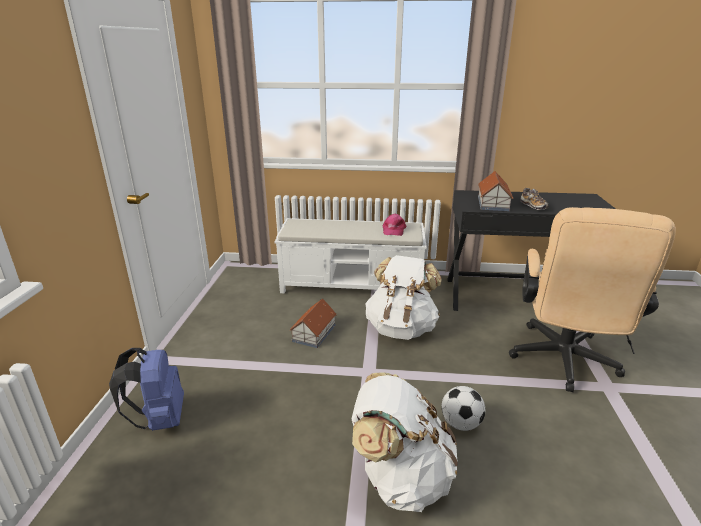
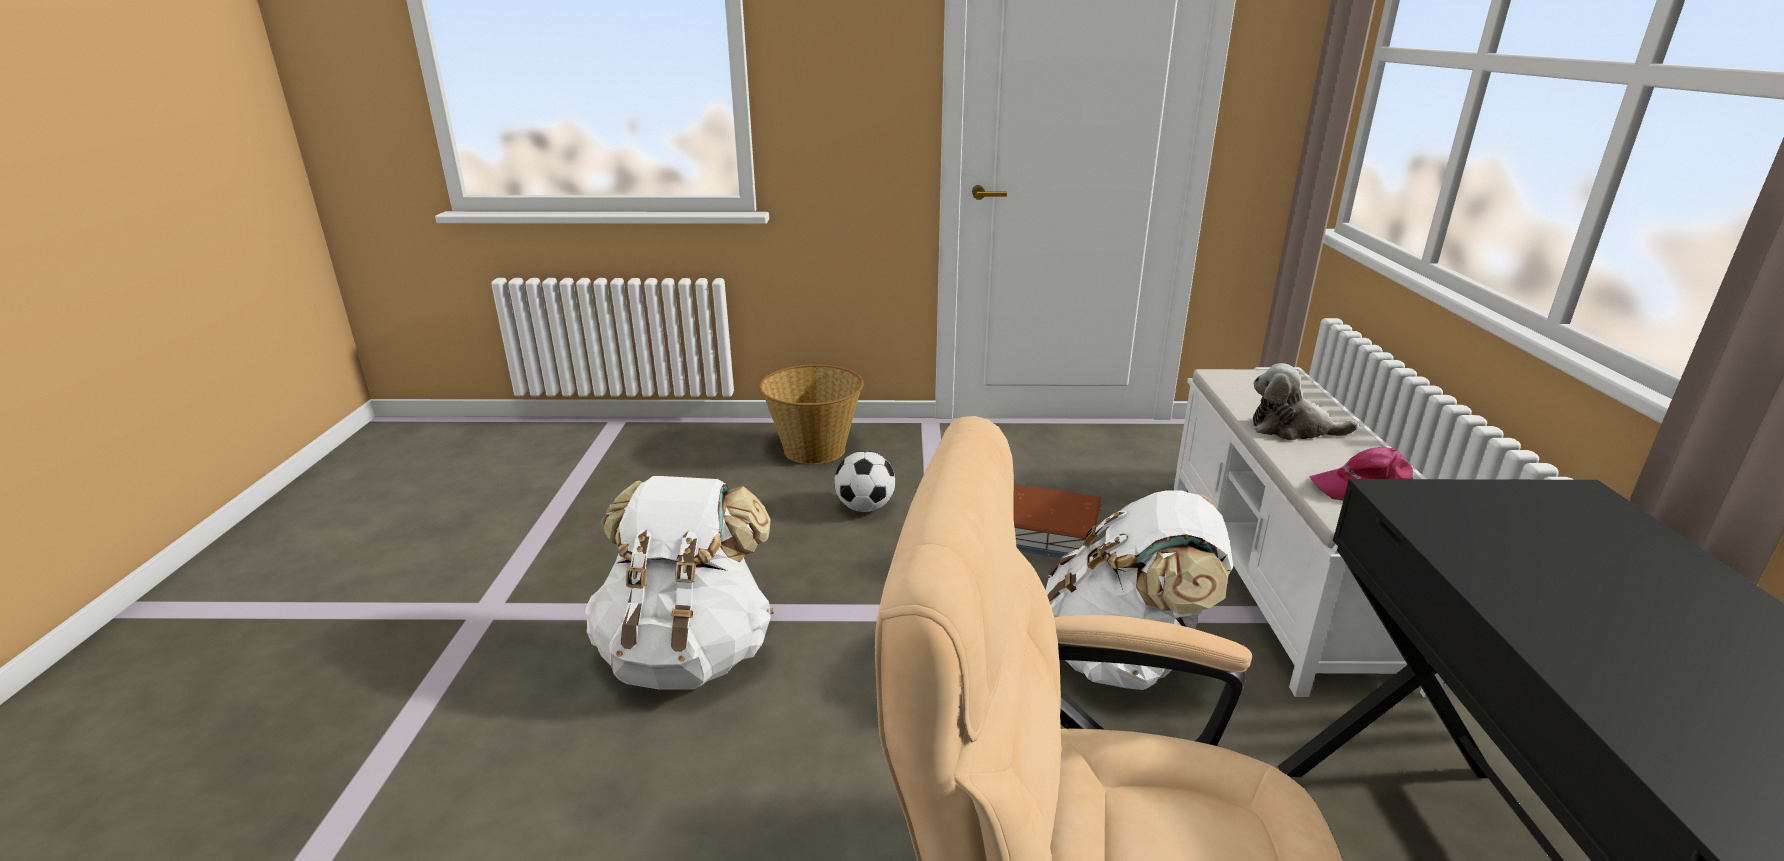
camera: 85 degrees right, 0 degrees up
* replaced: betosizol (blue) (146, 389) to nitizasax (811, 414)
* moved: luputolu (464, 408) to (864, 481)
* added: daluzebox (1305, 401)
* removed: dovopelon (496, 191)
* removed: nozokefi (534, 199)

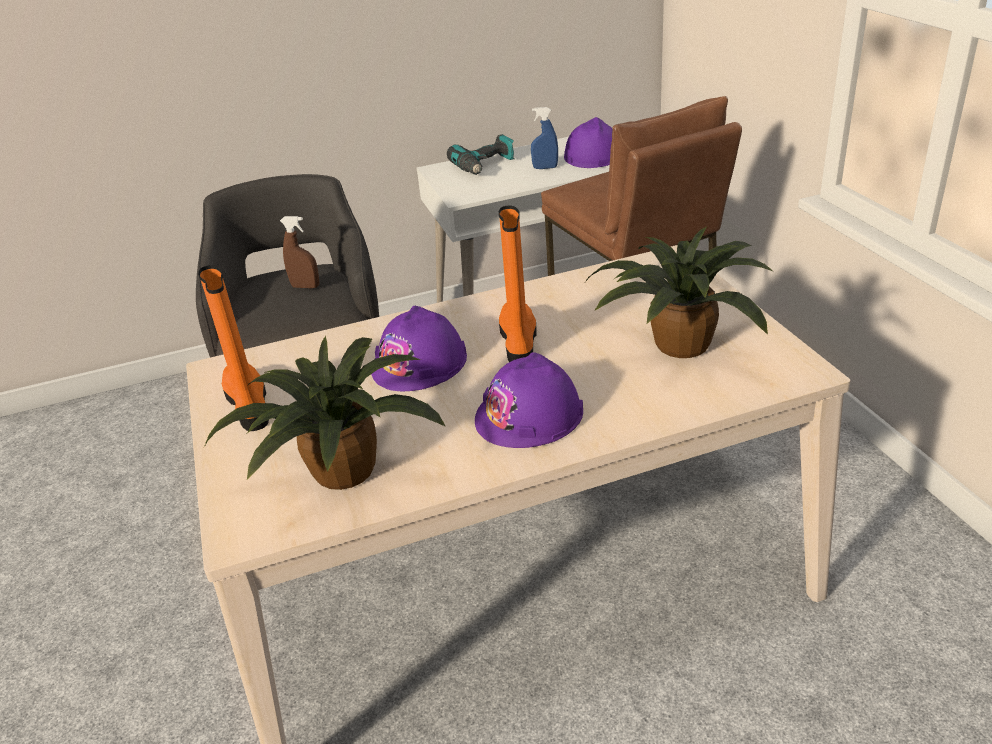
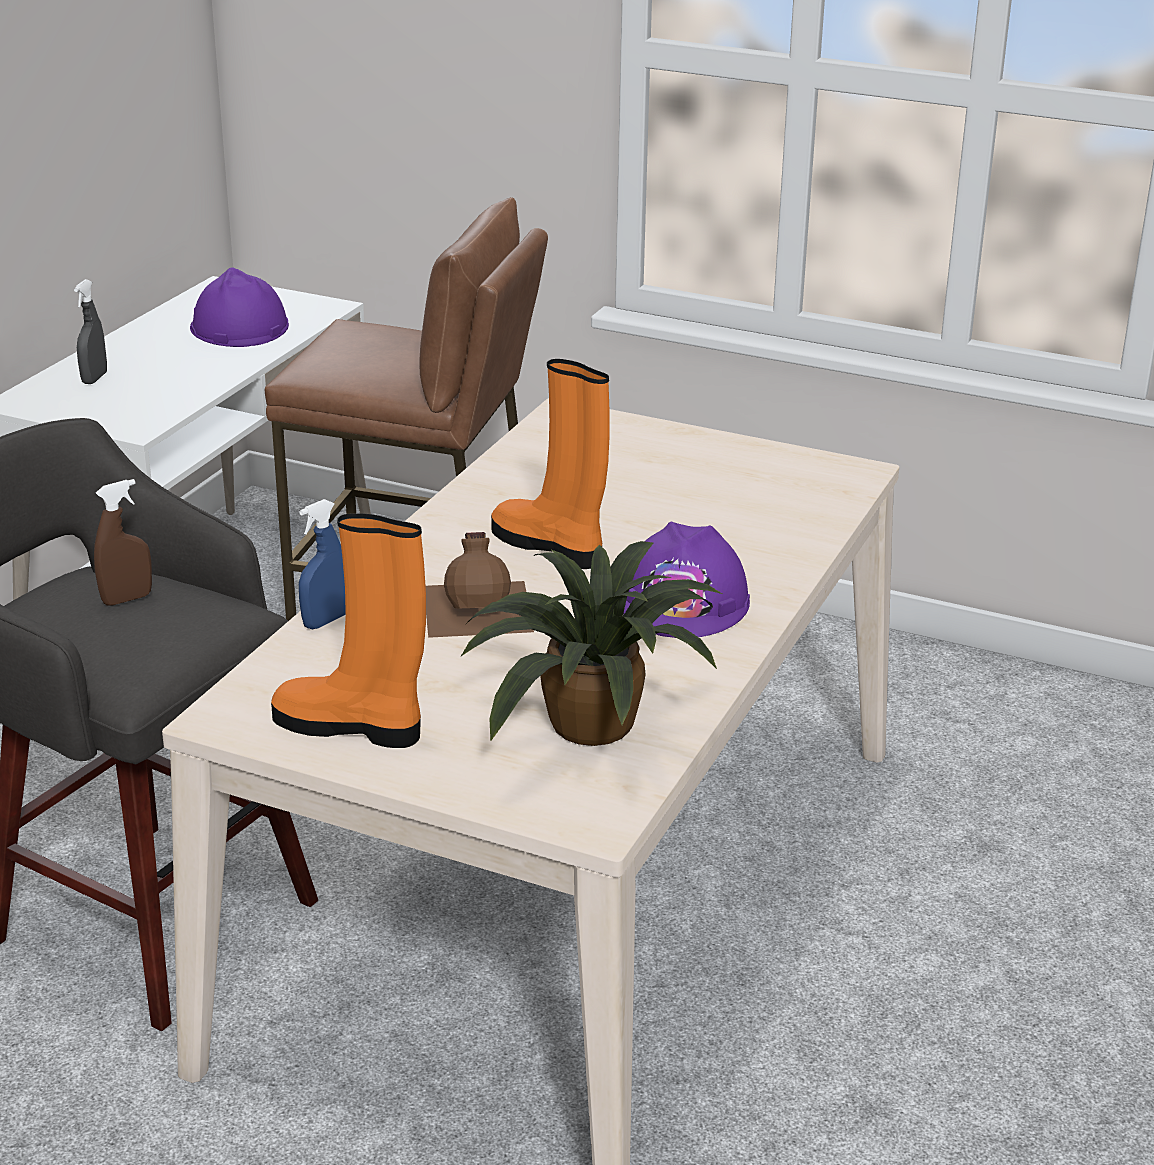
camera: 50 degrees left, 5 degrees down
* replaced: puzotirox (480, 154) to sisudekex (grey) (90, 331)
* moved: sisudekex (blue) (544, 138) to (322, 564)
* replaced: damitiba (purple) (419, 348) to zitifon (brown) (480, 585)
* removed: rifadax (679, 292)

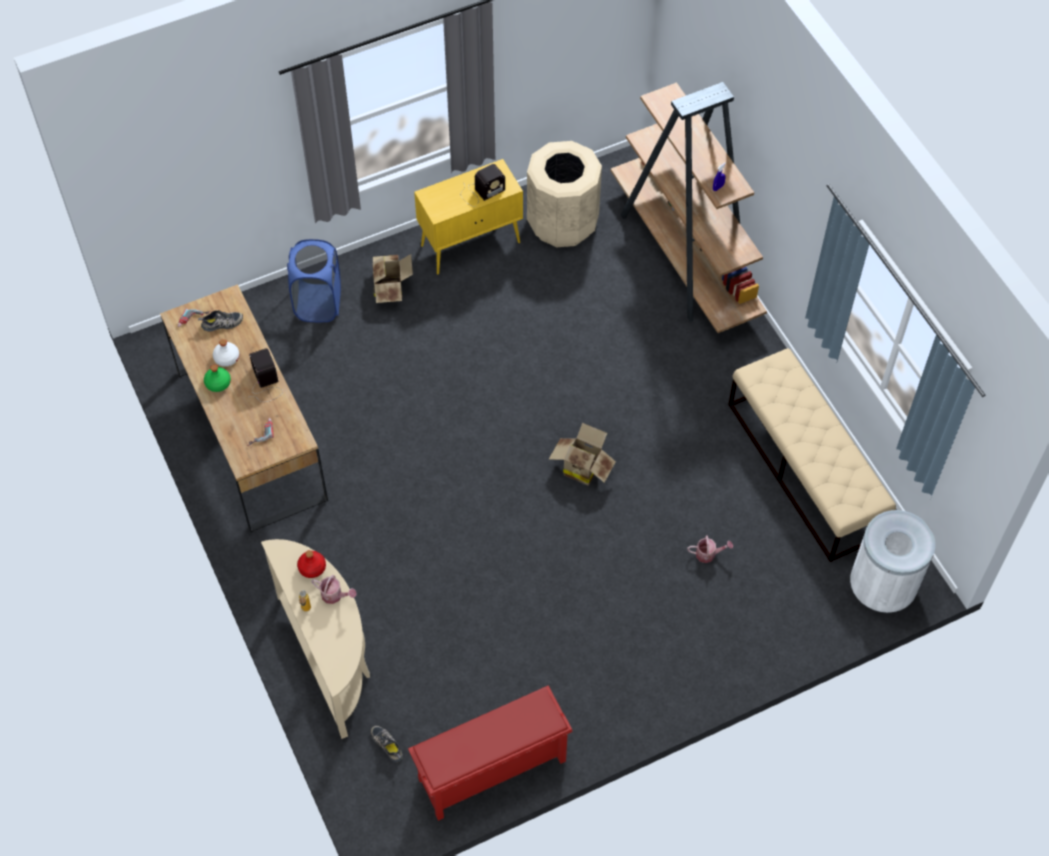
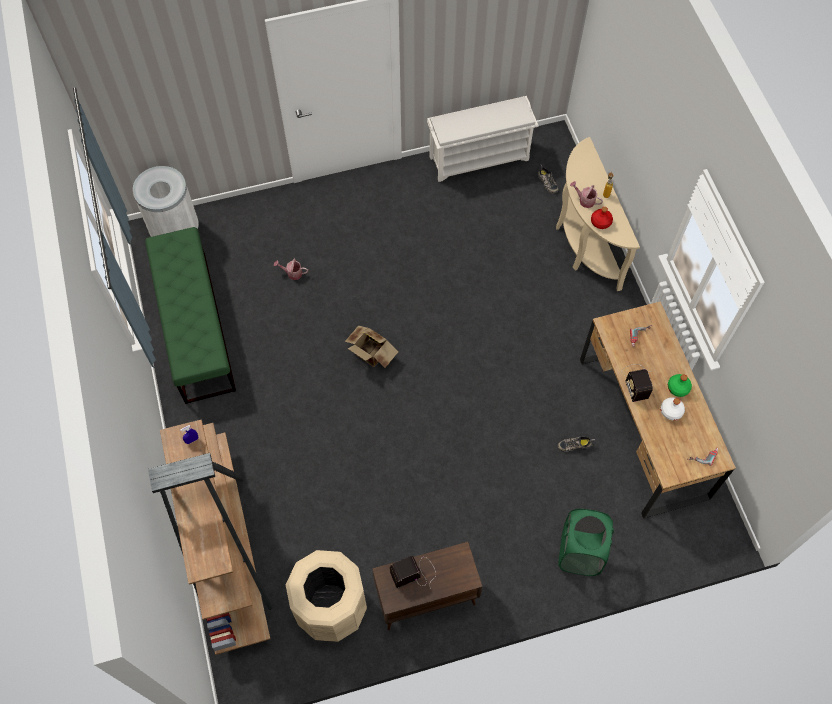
camera: 170 degrees left, 5 degrees up
* recoloured: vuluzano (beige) (812, 455) to vuluzano (green) (190, 315)
* recoloured: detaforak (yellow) (468, 216) to detaforak (brown) (427, 586)
* recoloured: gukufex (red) (490, 753) to gukufex (white) (483, 139)
* moved: nozokefi (220, 321) to (576, 444)
* recoloured: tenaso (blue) (314, 280) to tenaso (green) (586, 542)
* removed: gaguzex (393, 278)

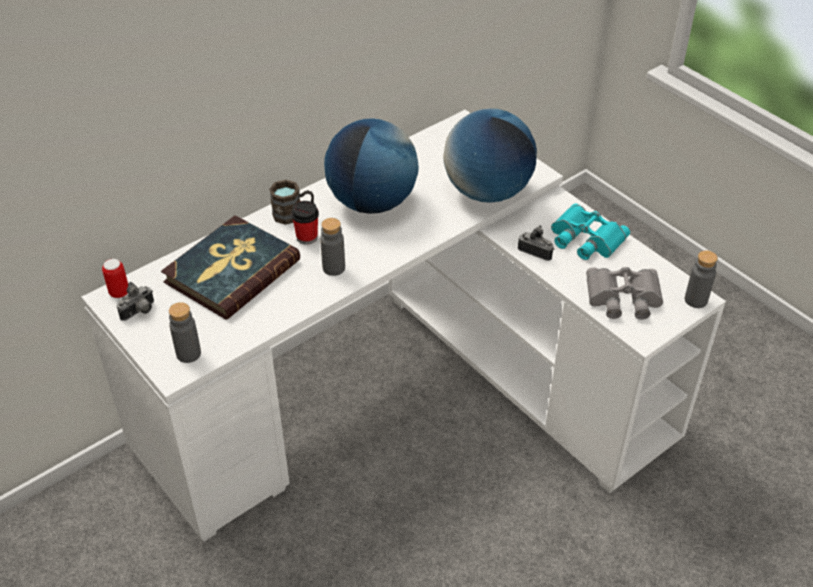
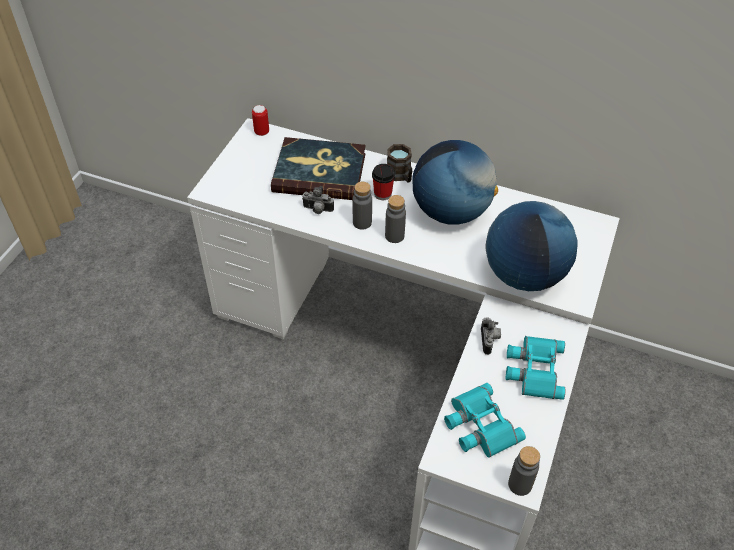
camera: 60 degrees right, 5 degrees up
* moved: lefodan (135, 301) to (318, 200)
* moved: zitifon (grey) (185, 332) to (395, 219)
* recoloured: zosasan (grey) (624, 293) to zosasan (turquoise) (485, 420)

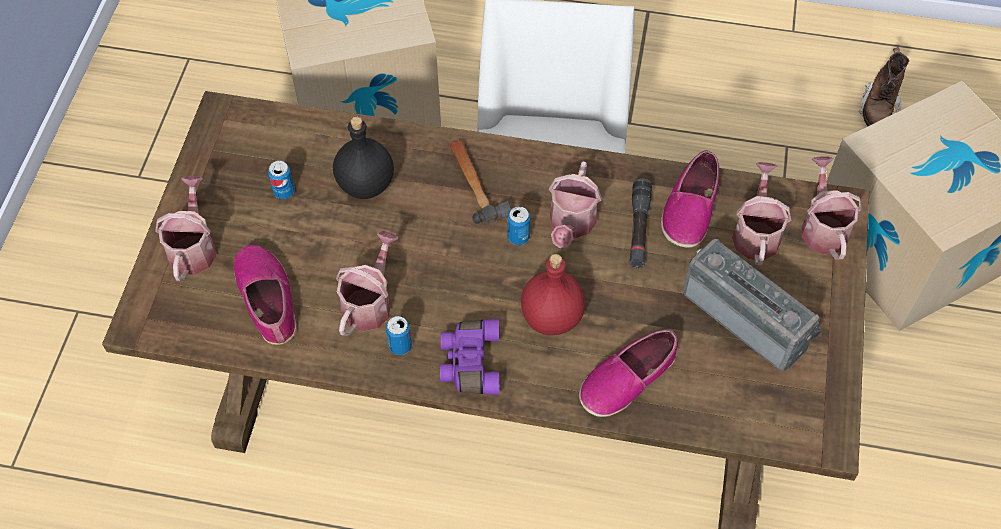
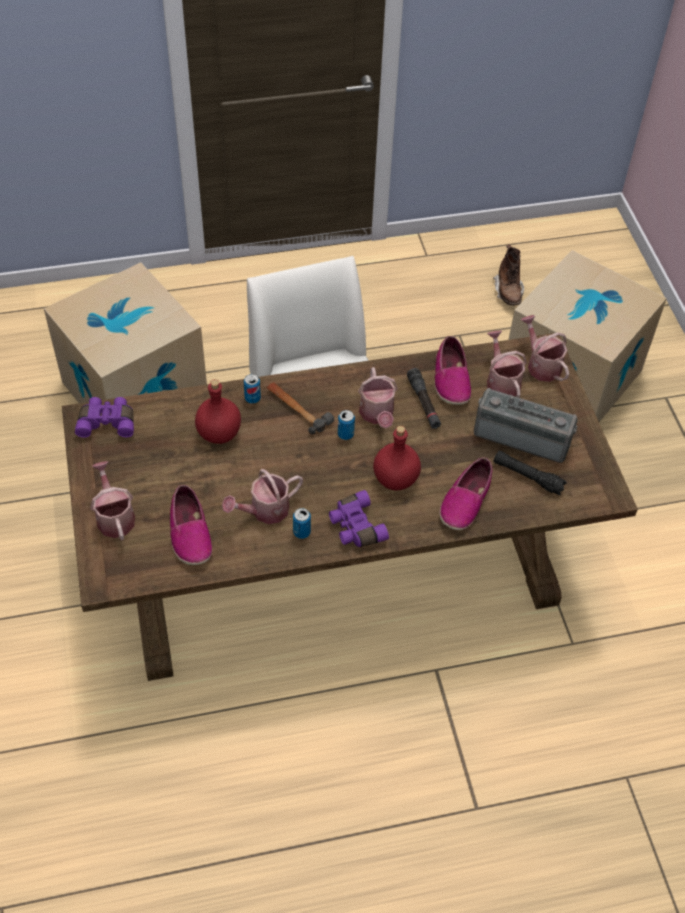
camera: 25 degrees left, 5 degrees down
* added: zosasan (purple) (104, 417)
* turned: nozokefi (265, 295) = (191, 525) 150 degrees counterclockwise
* recoloured: zitifon (black) (363, 157) to zitifon (red) (218, 411)
* turned: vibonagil (367, 283) = (262, 496) 120 degrees counterclockwise
* moved: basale (281, 180) to (252, 389)
* added: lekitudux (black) (530, 472)

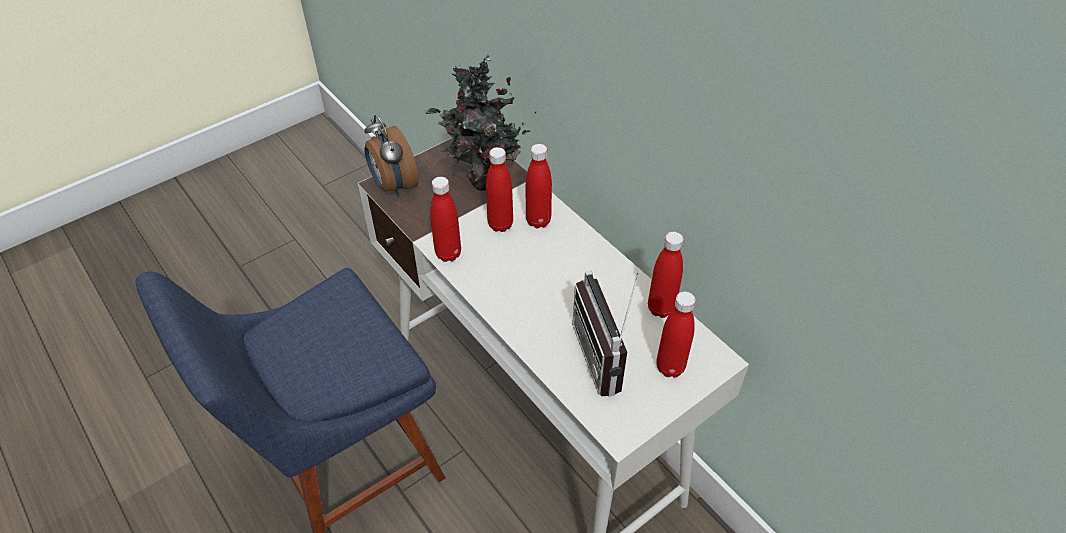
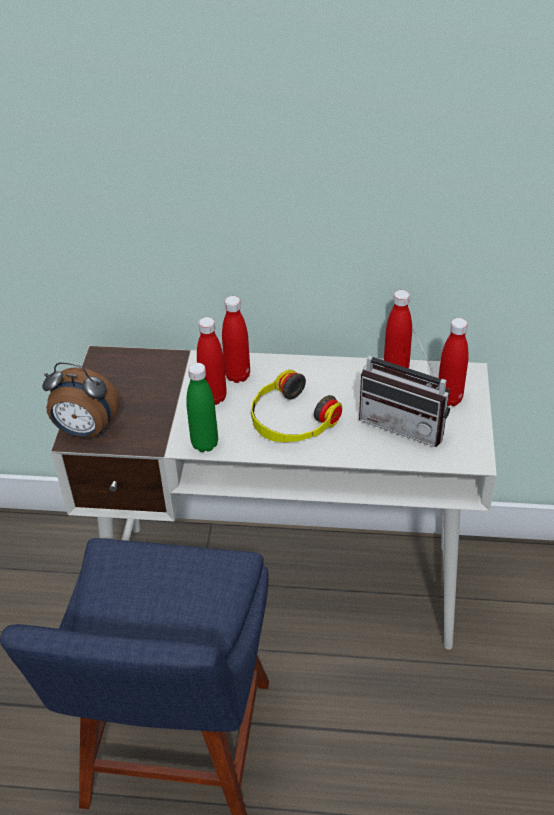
camera: 45 degrees left, 5 degrees down
* recoloured: zitifon (red) (445, 219) to zitifon (green) (202, 407)
* added: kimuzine (296, 406)
* removed: rifadax (480, 122)

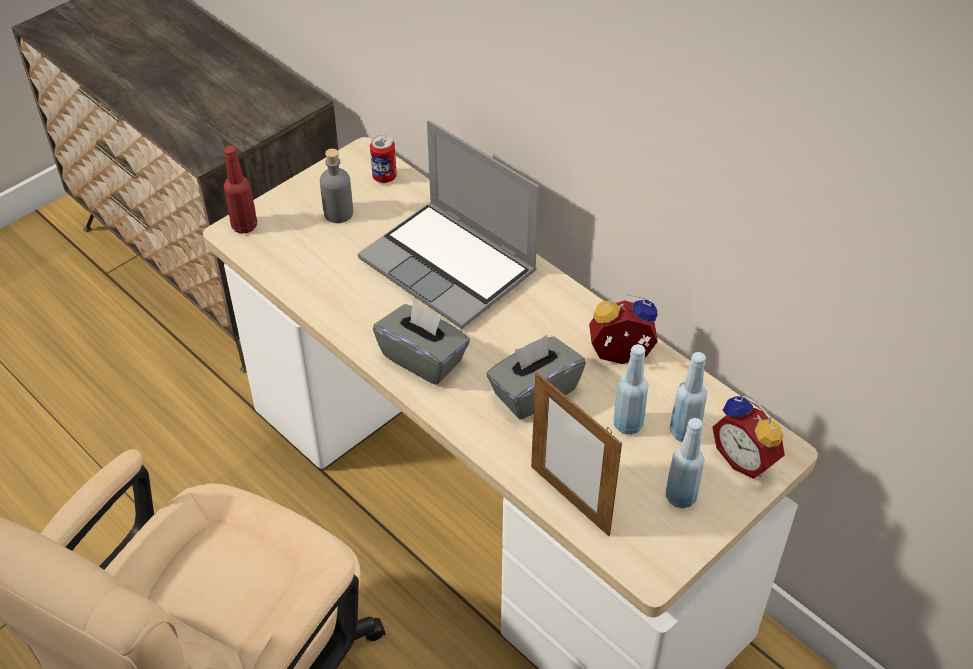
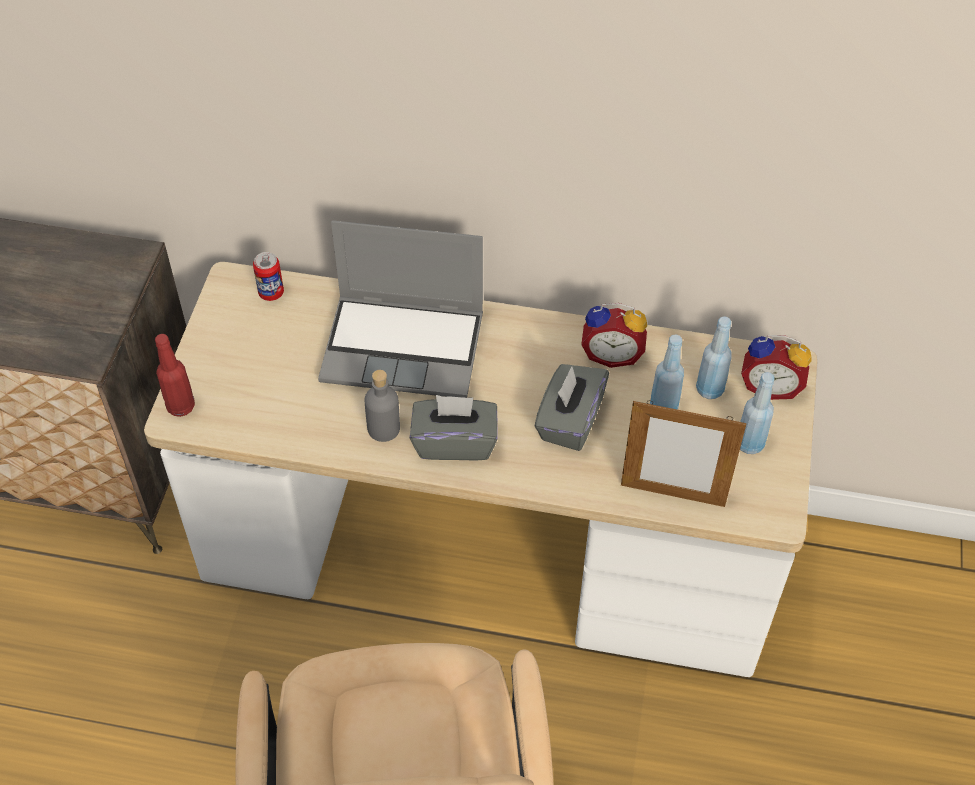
camera: 35 degrees left, 5 degrees up
* moved: zitifon (grey) (336, 185) to (382, 406)
* turned: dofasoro (623, 329) = (614, 335) 135 degrees counterclockwise

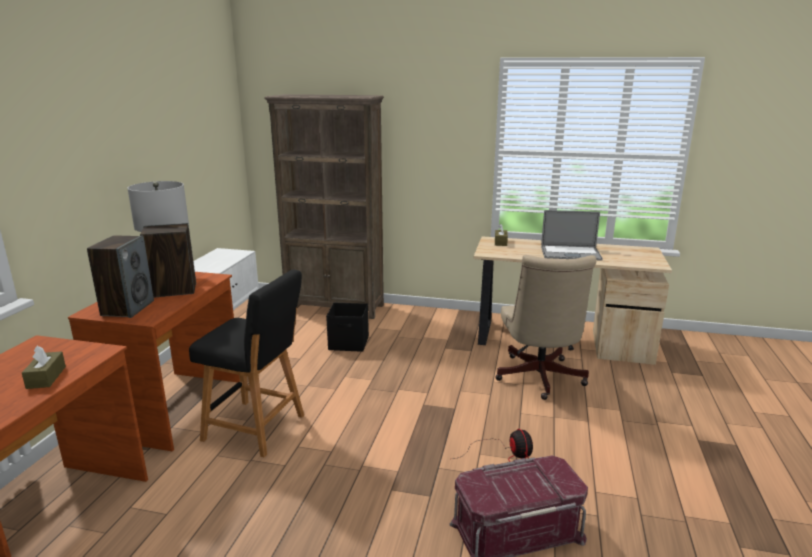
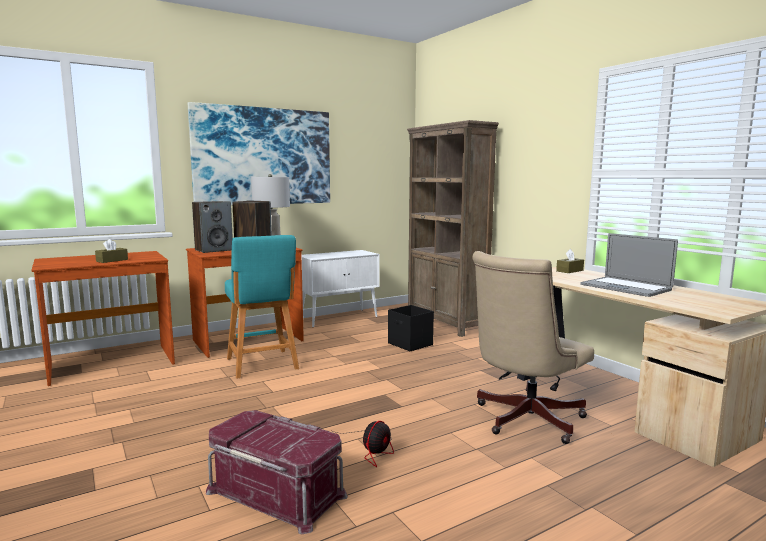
camera: 45 degrees right, 10 degrees down
* added: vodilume (259, 153)
* recoloured: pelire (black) (246, 364) to pelire (turquoise) (262, 307)

